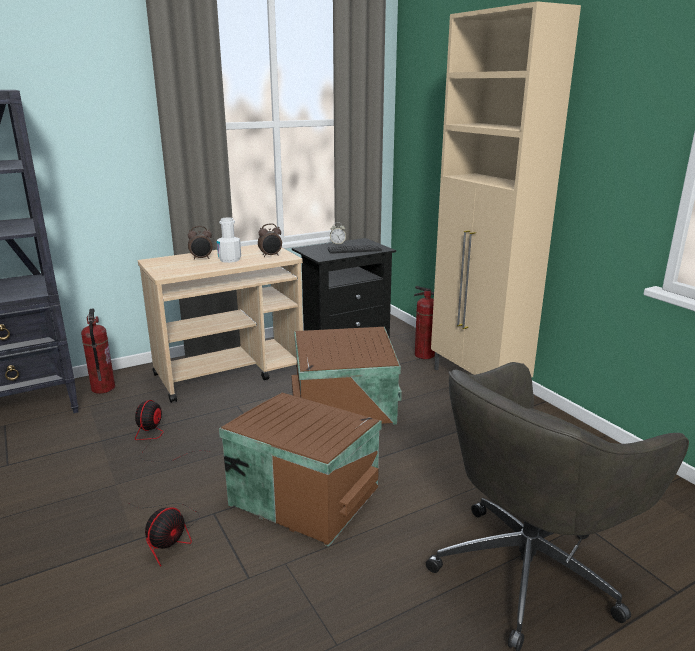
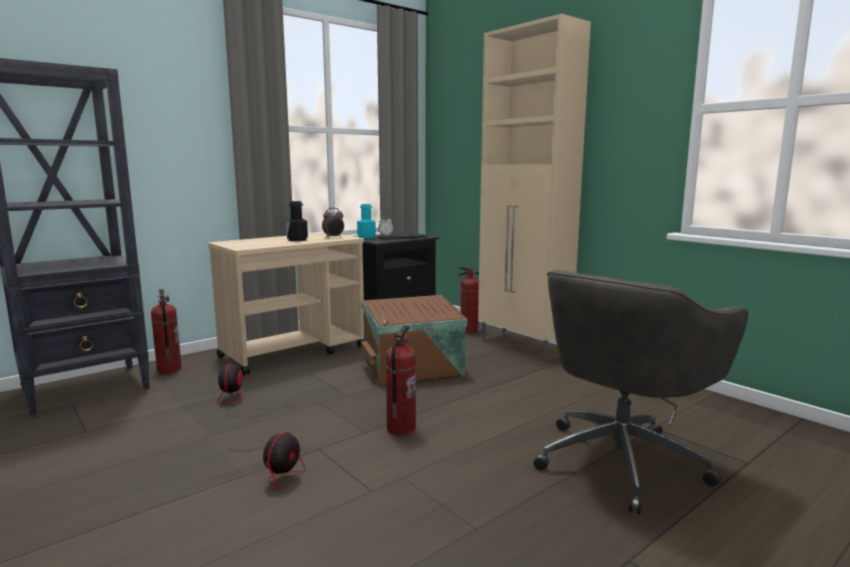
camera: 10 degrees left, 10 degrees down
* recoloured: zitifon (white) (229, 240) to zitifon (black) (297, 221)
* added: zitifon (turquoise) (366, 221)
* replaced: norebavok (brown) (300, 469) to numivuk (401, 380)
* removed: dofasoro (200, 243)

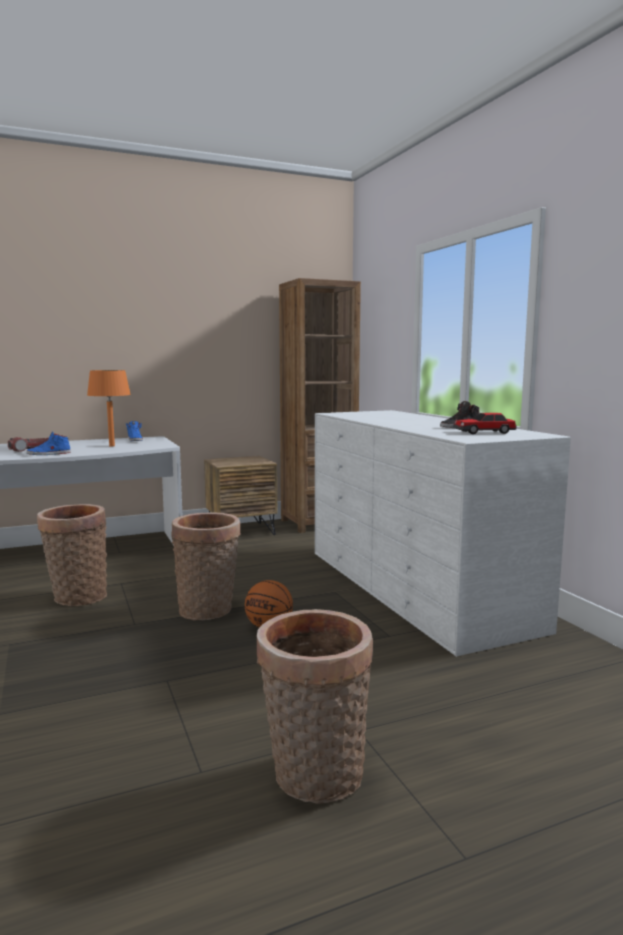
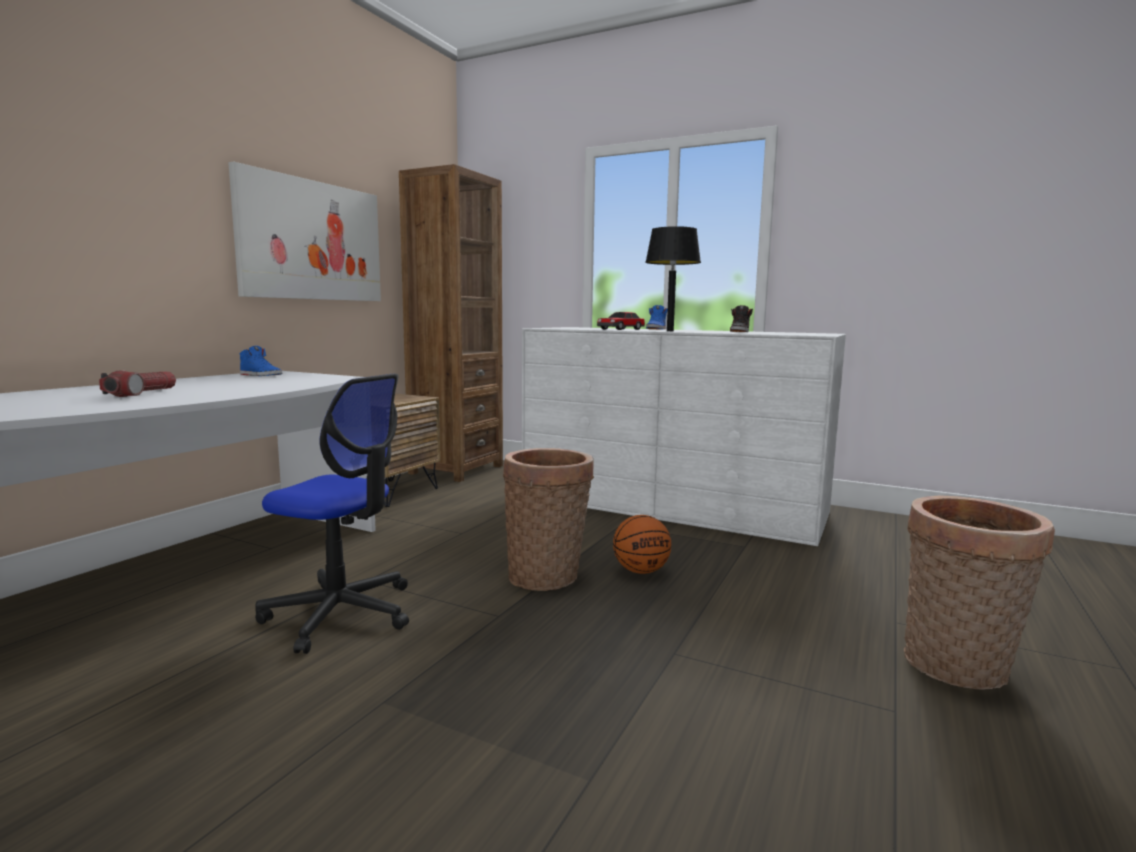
camera: 40 degrees left, 0 degrees up
* added: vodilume (304, 231)
* replaced: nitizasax (72, 555) to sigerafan (332, 513)
* moved: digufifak (485, 423) to (621, 321)
* added: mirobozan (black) (673, 278)
* moved: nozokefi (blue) (48, 443) to (657, 317)
* removed: mirobozan (orange) (109, 408)

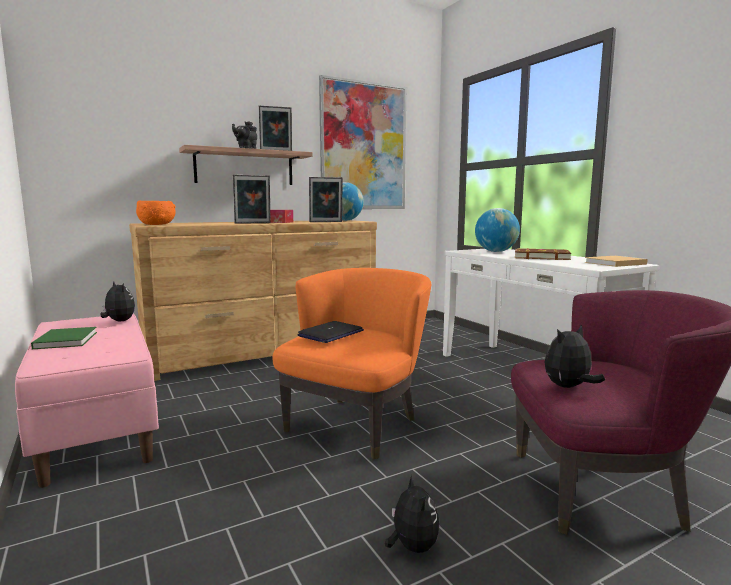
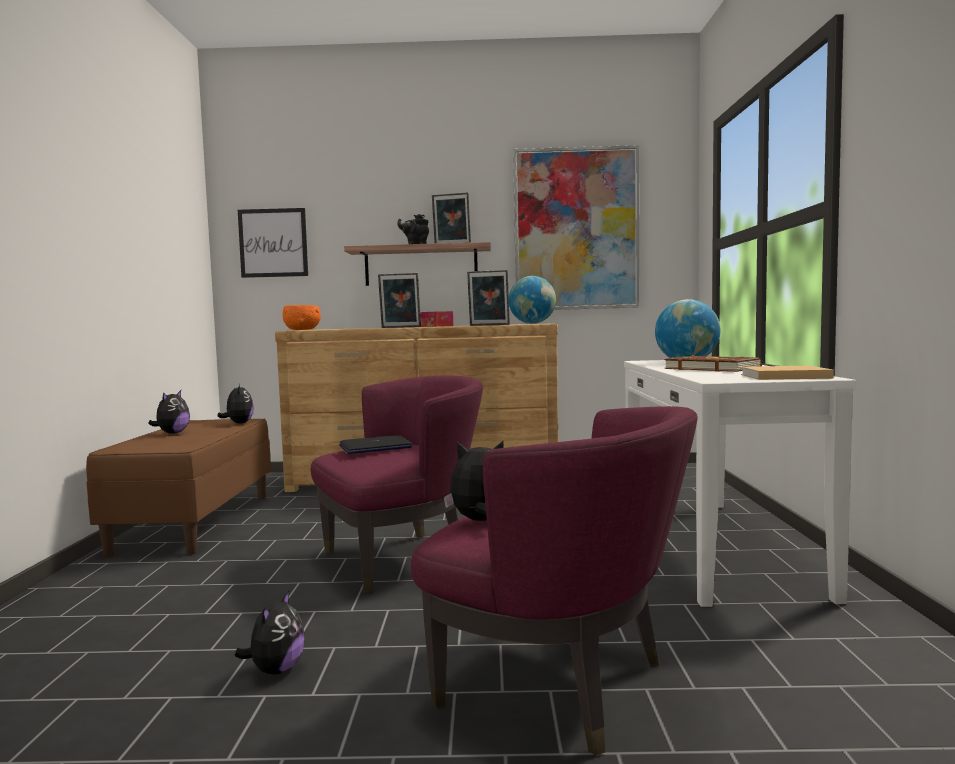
camera: 30 degrees right, 5 degrees down
* recoloured: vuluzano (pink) (87, 401) to vuluzano (brown) (178, 487)
* replaced: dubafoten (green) (64, 338) to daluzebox (169, 412)
* added: vodilume (273, 243)
* recoloured: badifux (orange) (351, 363) to badifux (purple) (397, 484)

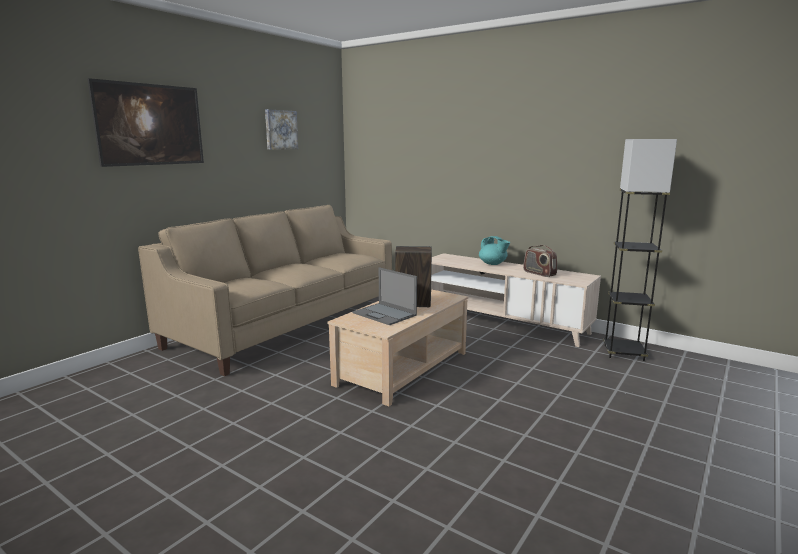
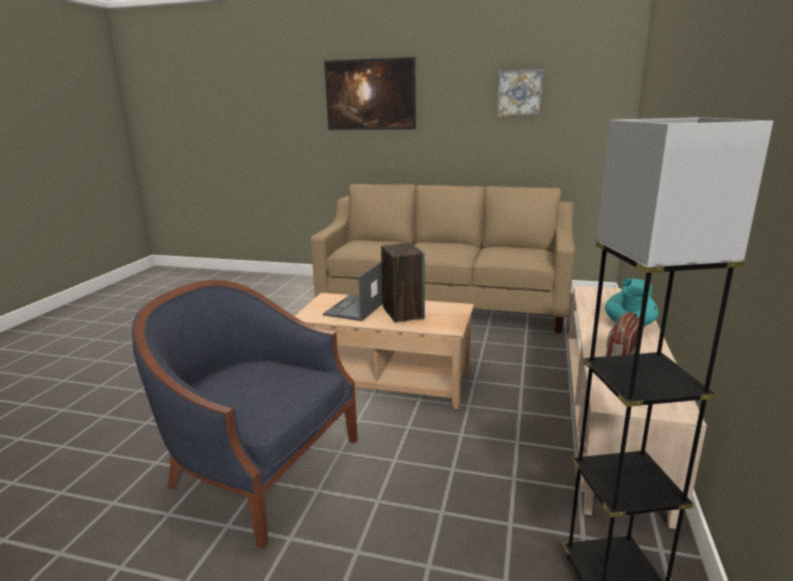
camera: 70 degrees right, 5 degrees up
* added: badifux (blue) (245, 414)

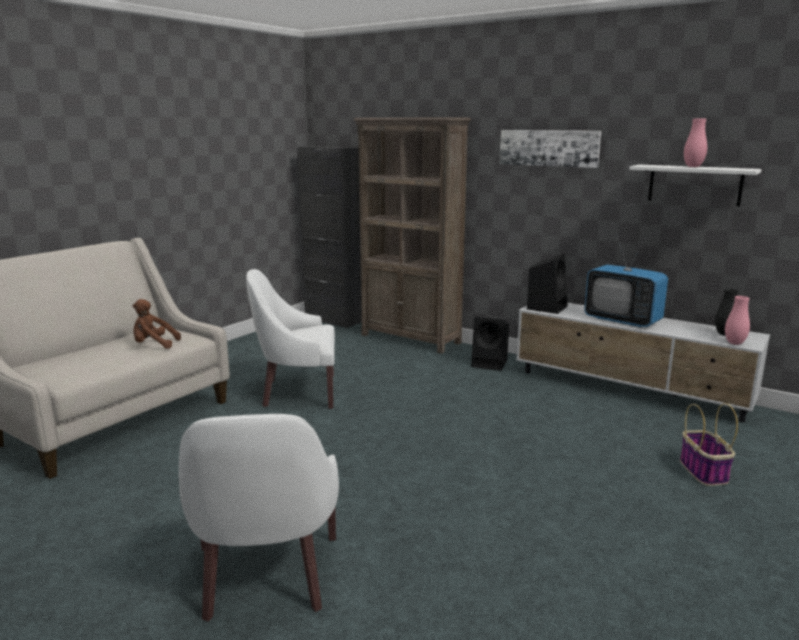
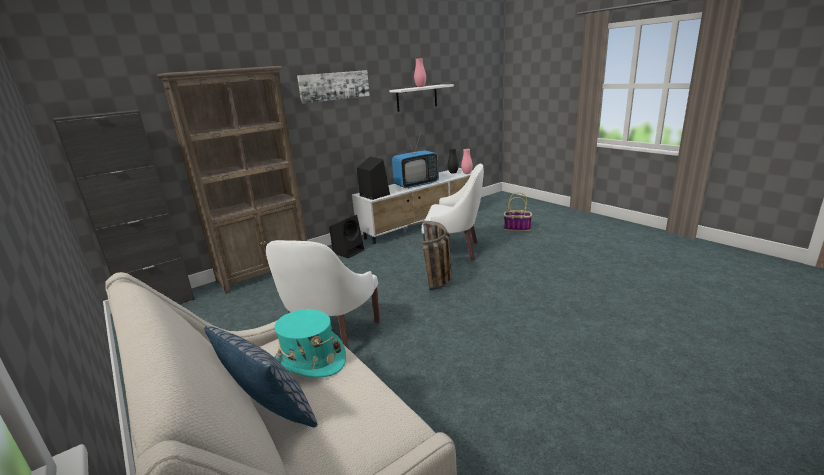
camera: 70 degrees left, 5 degrees up
* added: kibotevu (260, 377)
* replaced: daluzebox (brown) (157, 324) to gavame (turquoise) (310, 343)
* added: nitizasax (427, 255)
* moved: badifux (white) (259, 518) to (453, 212)

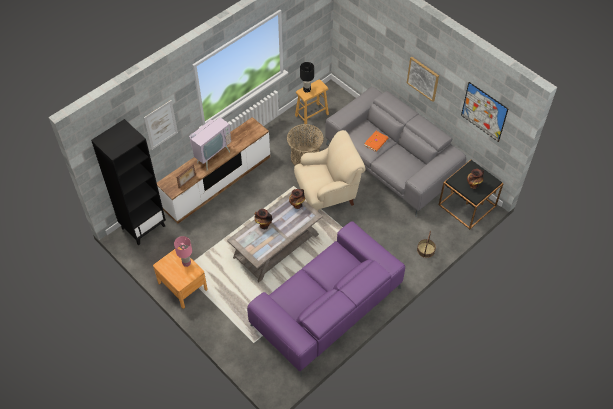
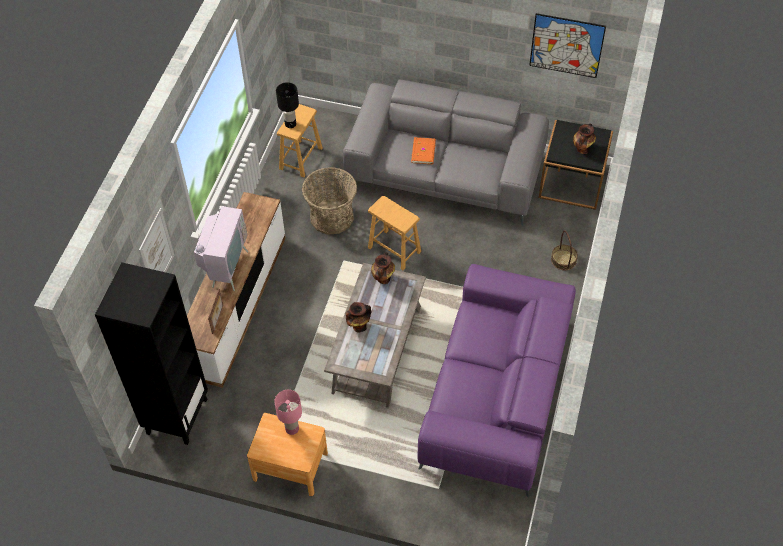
camera: 30 degrees left, 0 degrees up
* replaced: badifux (beige) (329, 170) to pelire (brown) (394, 233)
* removed: vodilume (423, 79)

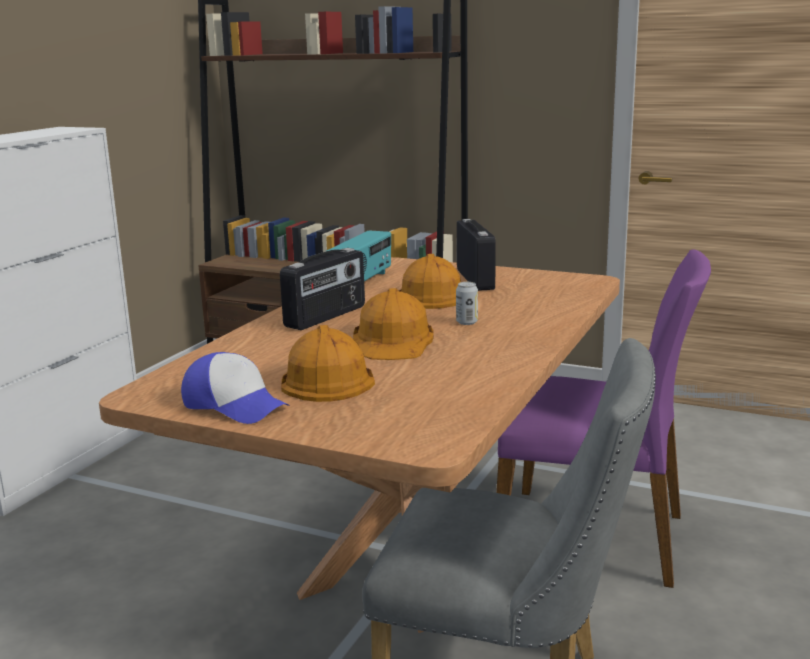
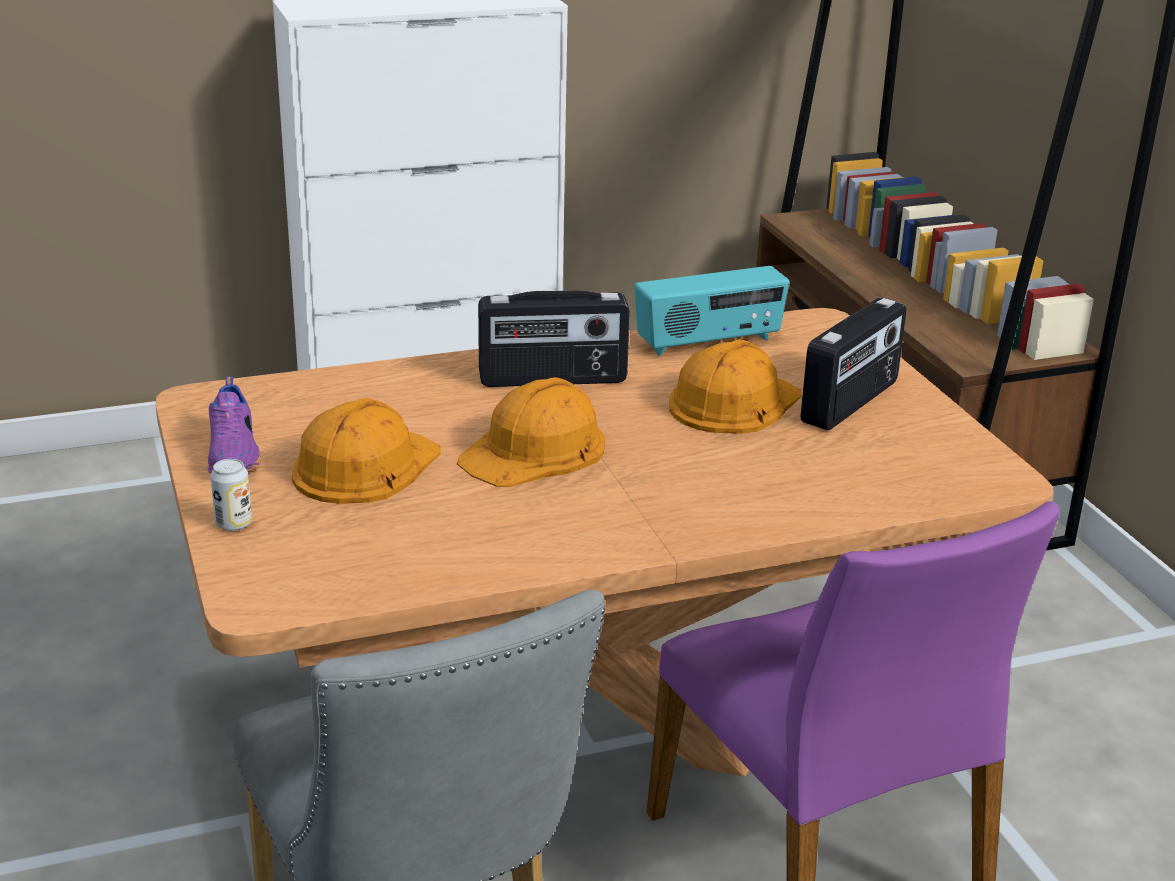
camera: 45 degrees right, 10 degrees up
* replaced: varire (235, 388) to nozokefi (purple) (234, 425)
* moved: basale (467, 303) to (231, 495)

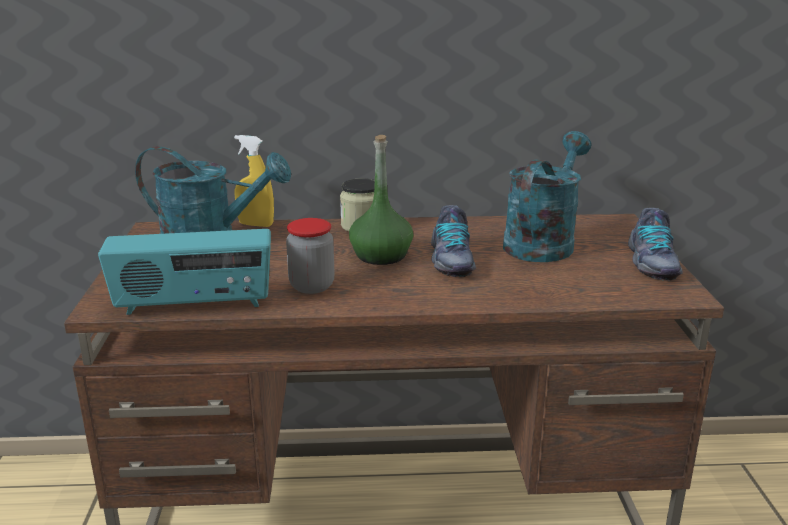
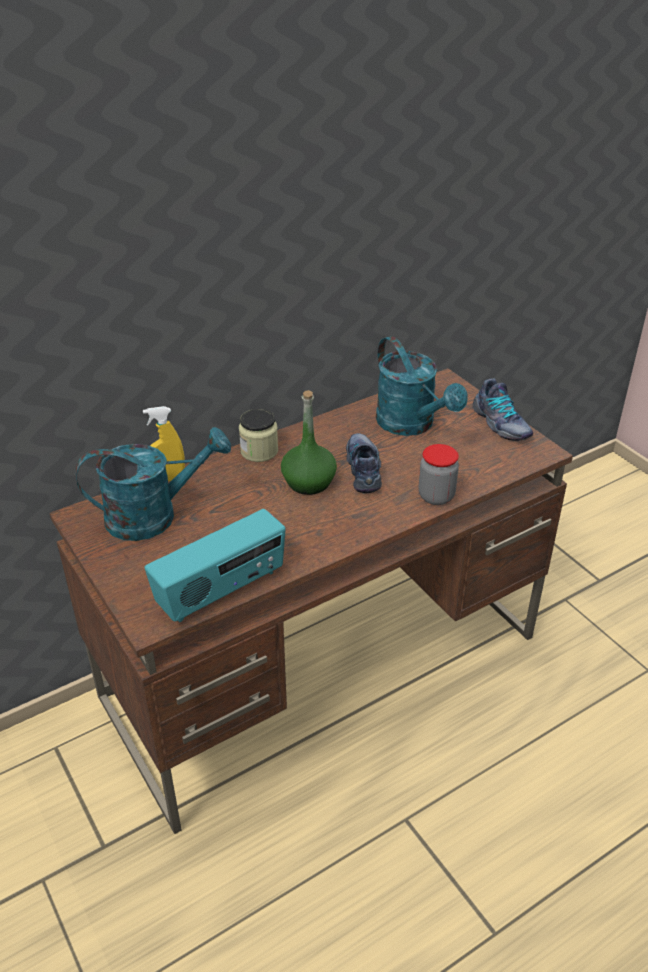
camera: 30 degrees left, 15 degrees up
* turned: nozokefi (453, 241) = (364, 463) 150 degrees counterclockwise
* turned: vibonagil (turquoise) (547, 196) = (422, 386) 150 degrees clockwise
* moved: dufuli (310, 256) to (439, 474)

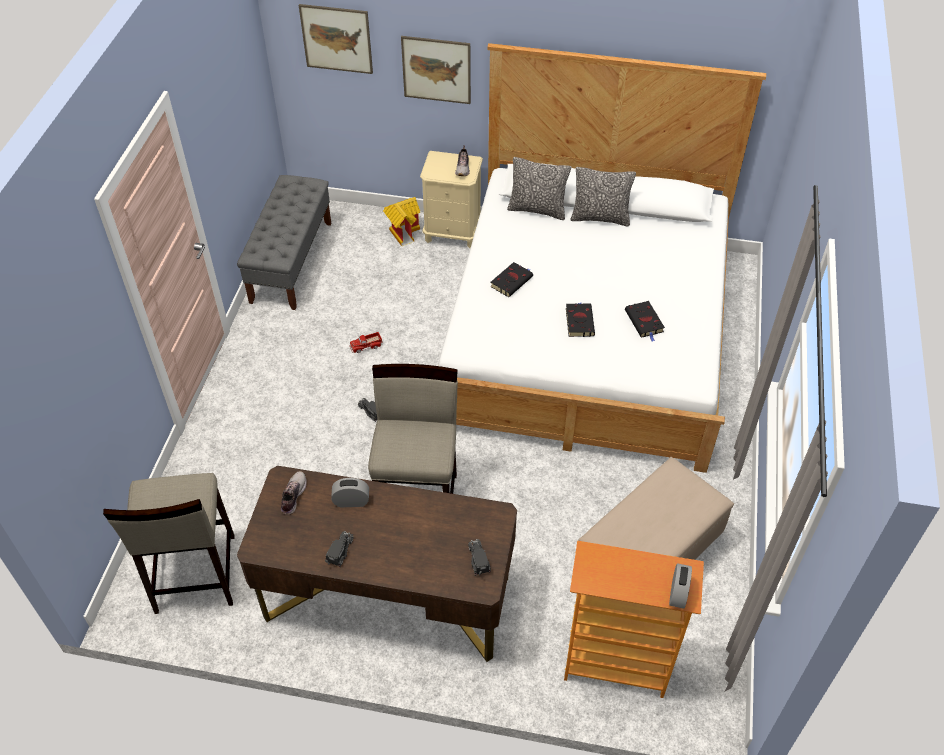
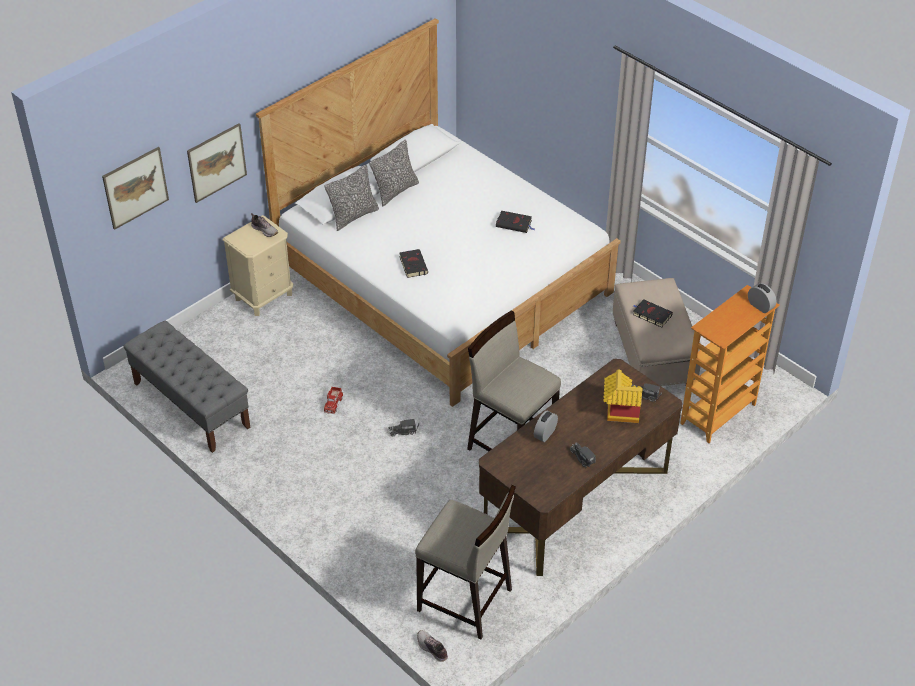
camera: 55 degrees left, 5 degrees down
* moved: nozokefi (294, 493) to (432, 646)
* moved: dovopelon (401, 221) to (622, 396)
* moved: dubafoten (black) (580, 320) to (653, 313)

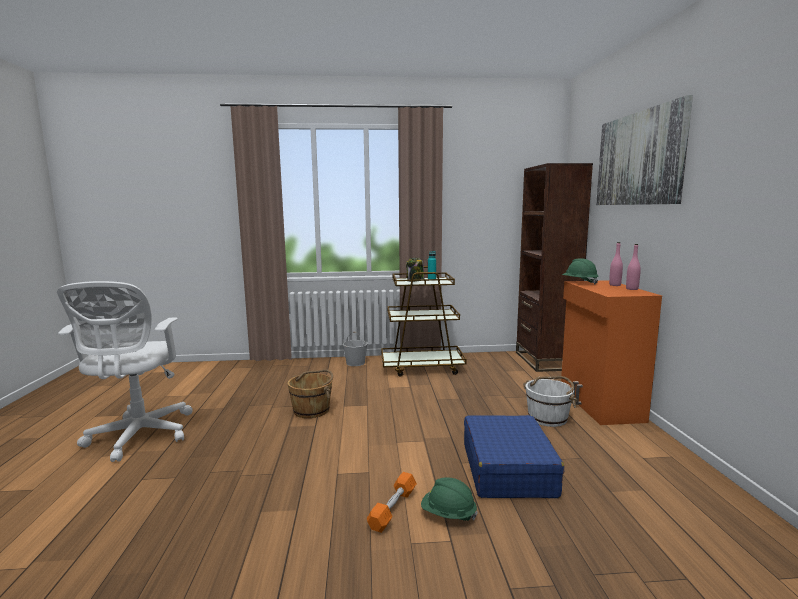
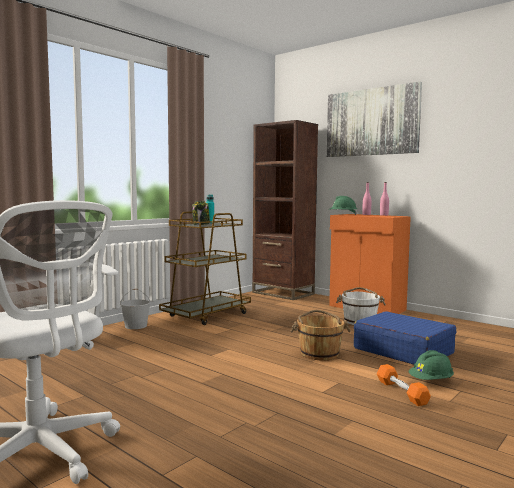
camera: 45 degrees left, 5 degrees down
* moved: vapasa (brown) (310, 393) to (320, 335)

